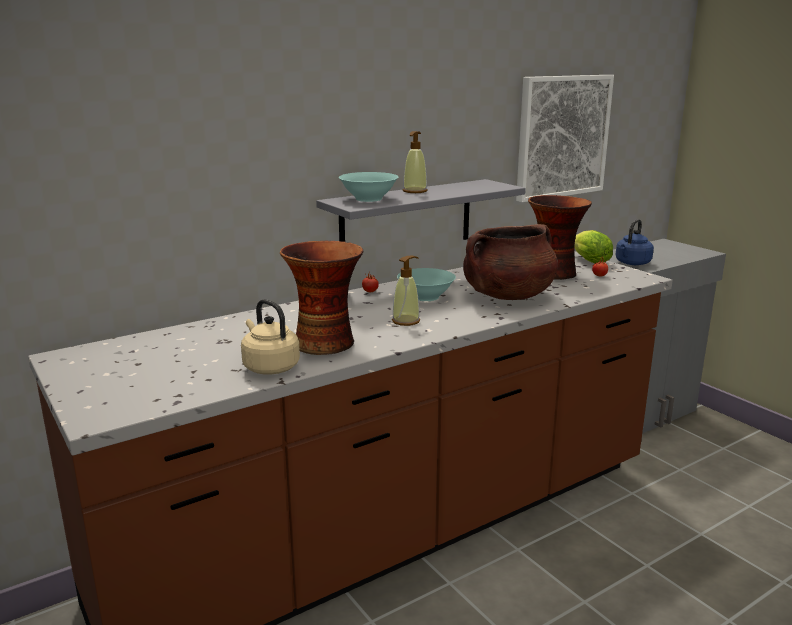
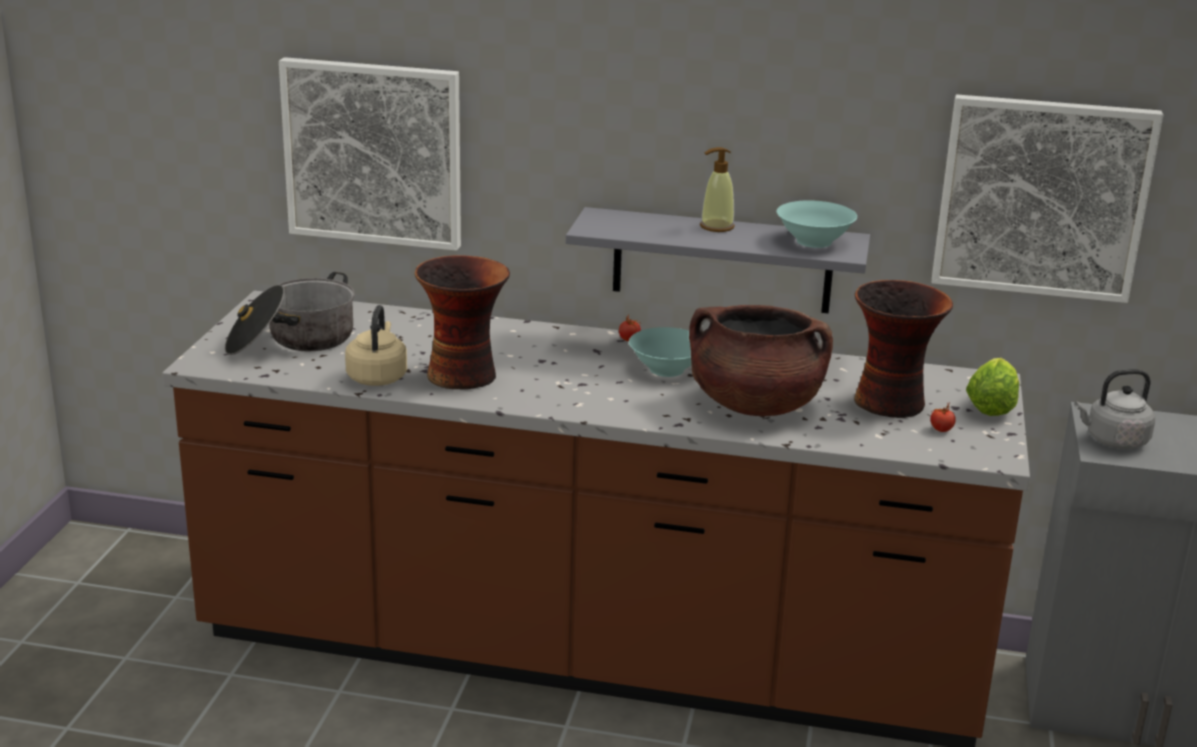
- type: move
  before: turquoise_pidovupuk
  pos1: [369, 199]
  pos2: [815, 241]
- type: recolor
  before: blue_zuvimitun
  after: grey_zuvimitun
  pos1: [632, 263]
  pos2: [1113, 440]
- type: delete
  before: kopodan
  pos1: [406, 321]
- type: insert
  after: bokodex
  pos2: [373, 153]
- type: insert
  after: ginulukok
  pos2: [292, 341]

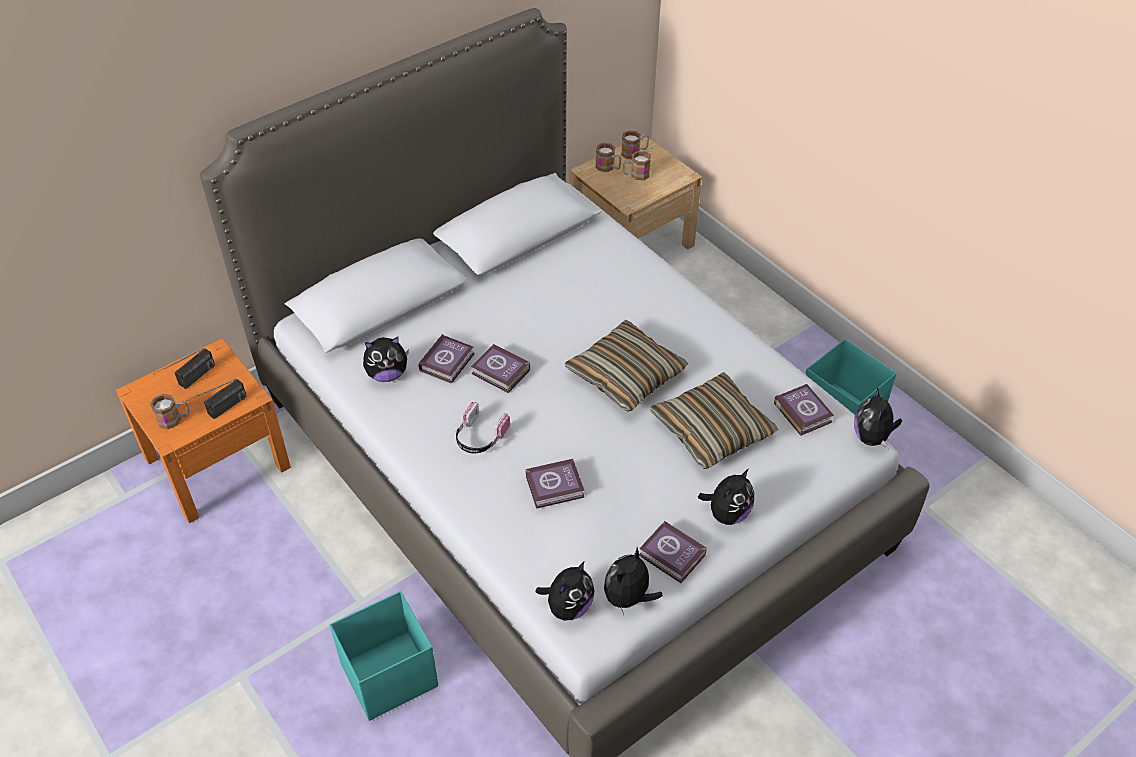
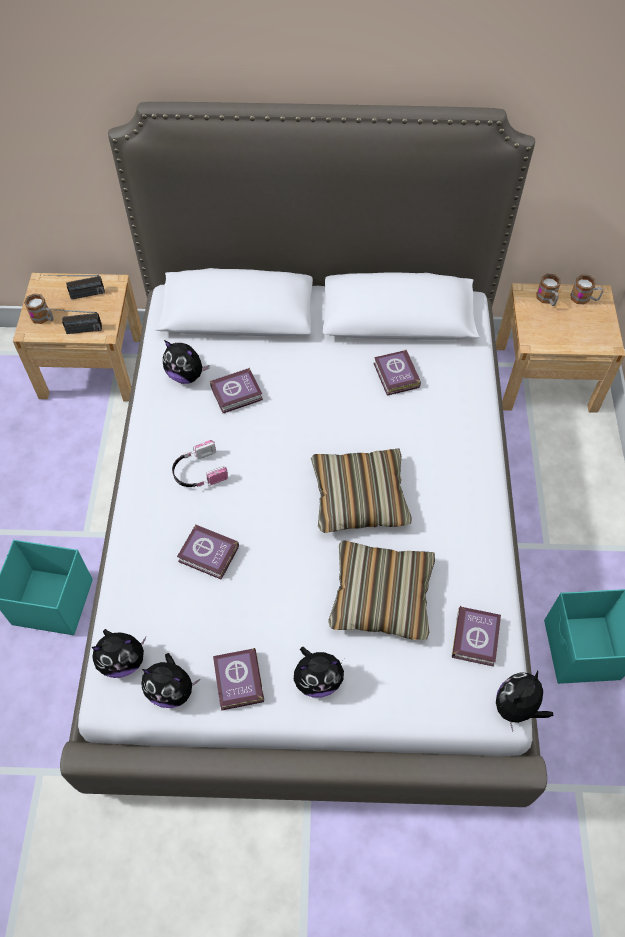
- type: delete
  before: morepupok
  pos1: [636, 175]
- type: recolor
  before: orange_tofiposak
  after: beige_tofiposak
  pos1: [217, 462]
  pos2: [92, 366]
- type: move
  before: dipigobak
  pos1: [501, 373]
  pos2: [395, 376]
- type: rotate
  before: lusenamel
  pos1: [628, 598]
  pos2: [171, 690]
  turn: -150

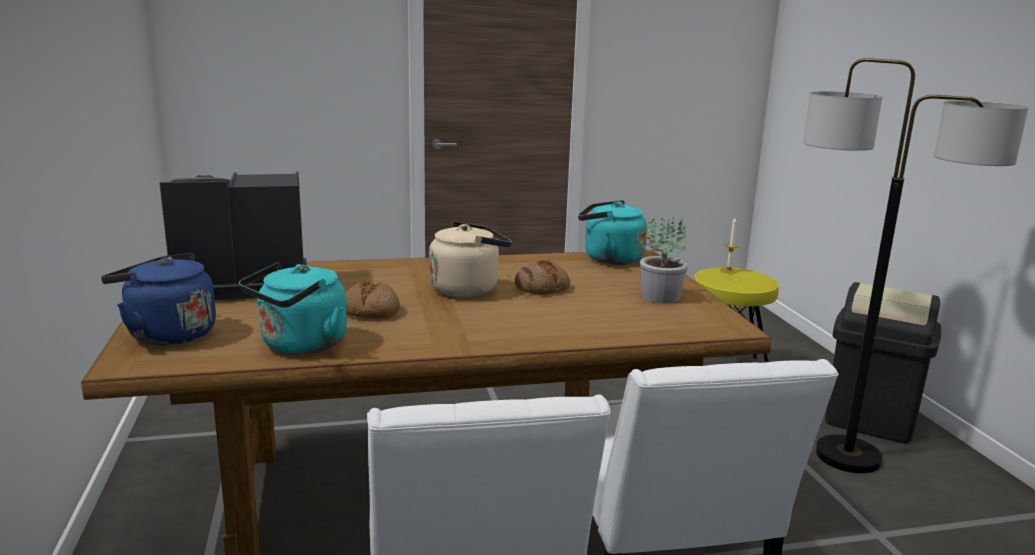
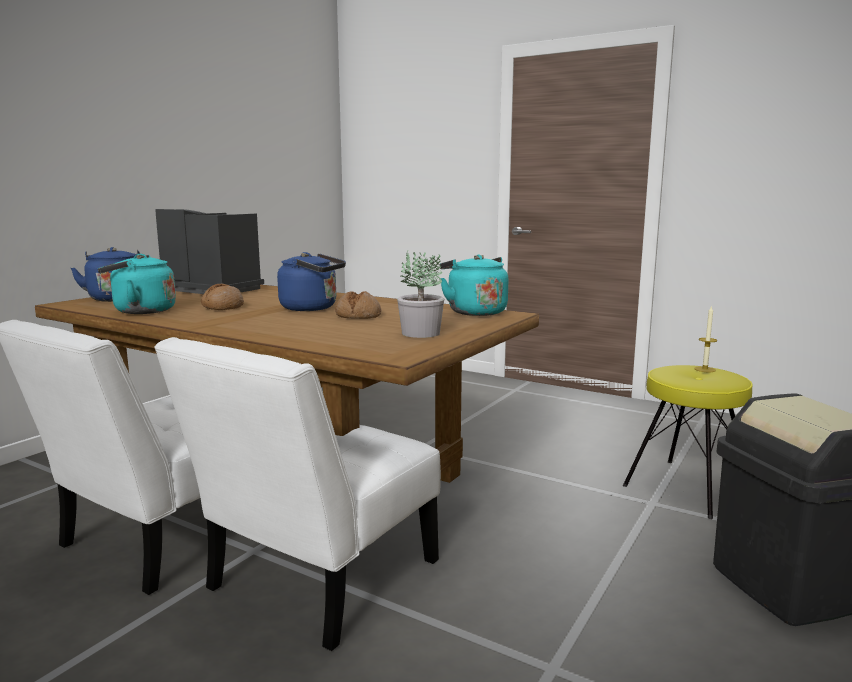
- type: delete
  before: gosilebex
  pos1: [848, 457]
- type: recolor
  before: beige_zuvimitun
  after: blue_zuvimitun
  pos1: [468, 289]
  pos2: [312, 308]

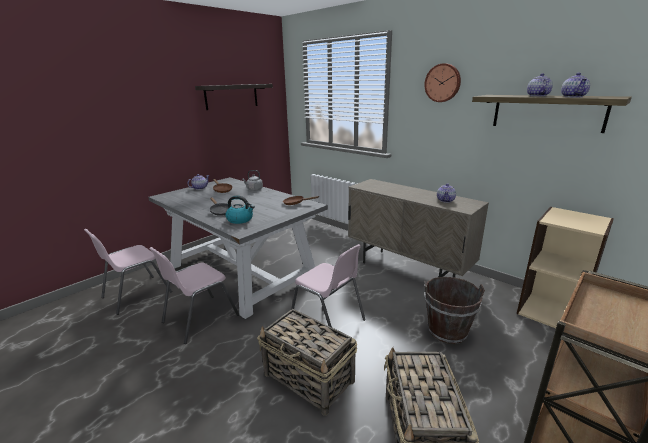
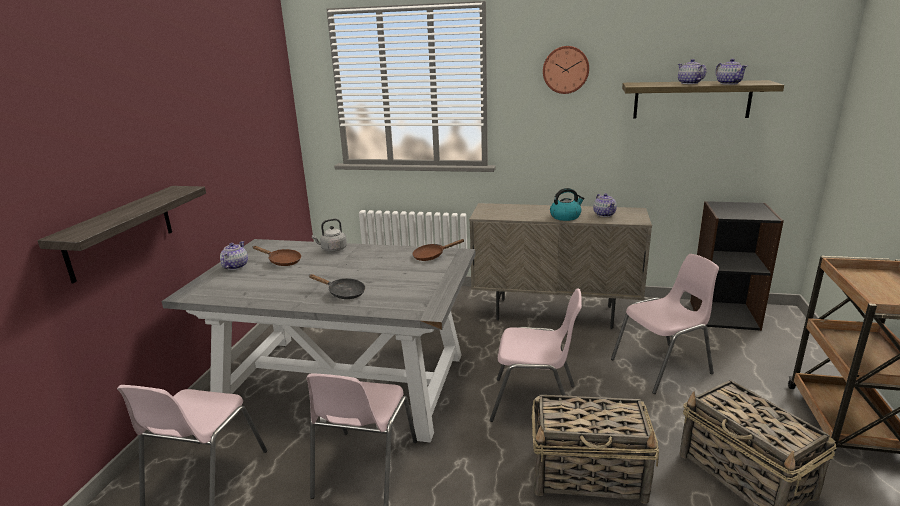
- type: move
  before: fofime
  pos1: [231, 96]
  pos2: [120, 232]
- type: move
  before: zuvimitun
  pos1: [240, 219]
  pos2: [565, 216]
- type: recolor
  before: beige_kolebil
  after: black_kolebil
  pos1: [551, 312]
  pos2: [723, 314]
- type: replace
  before: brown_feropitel
  after: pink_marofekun
  pos1: [447, 331]
  pos2: [663, 367]

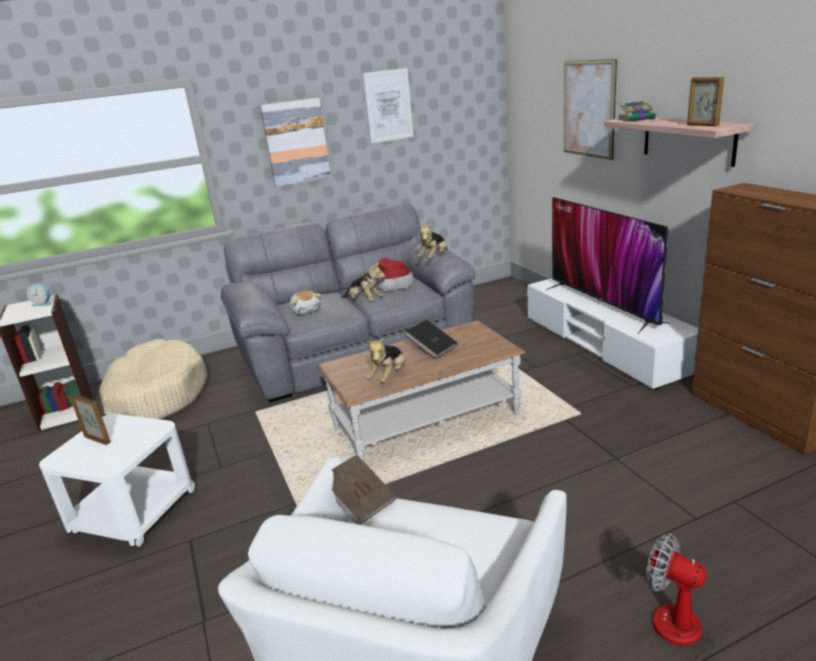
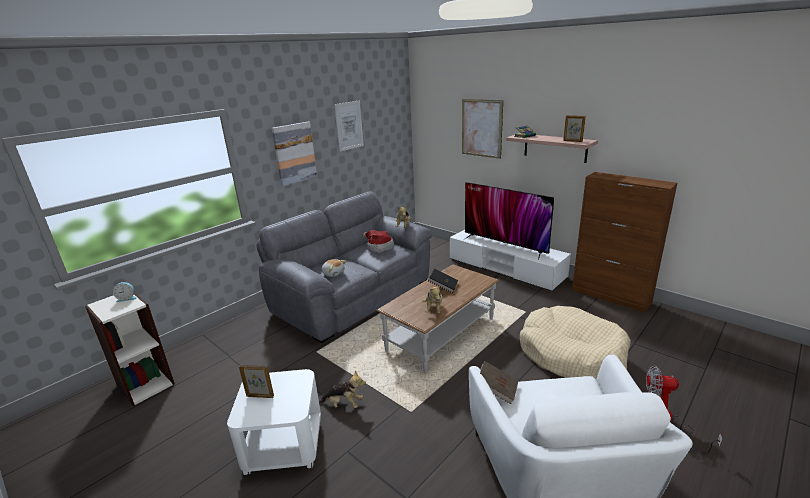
- type: move
  before: lusenamel
  pos1: [364, 301]
  pos2: [344, 404]
- type: move
  before: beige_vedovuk
  pos1: [156, 396]
  pos2: [571, 354]

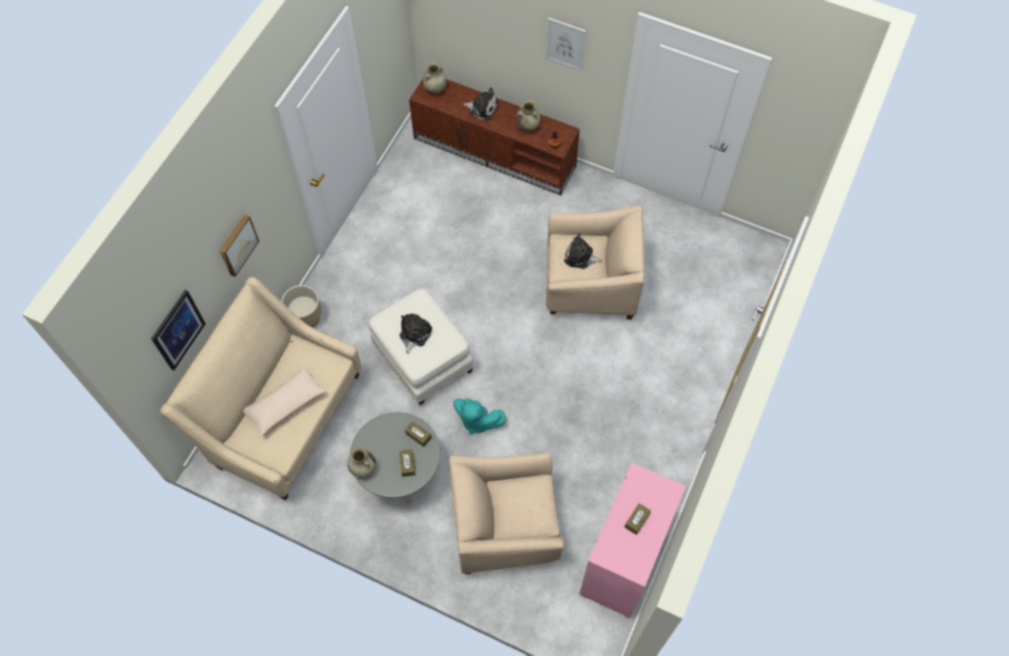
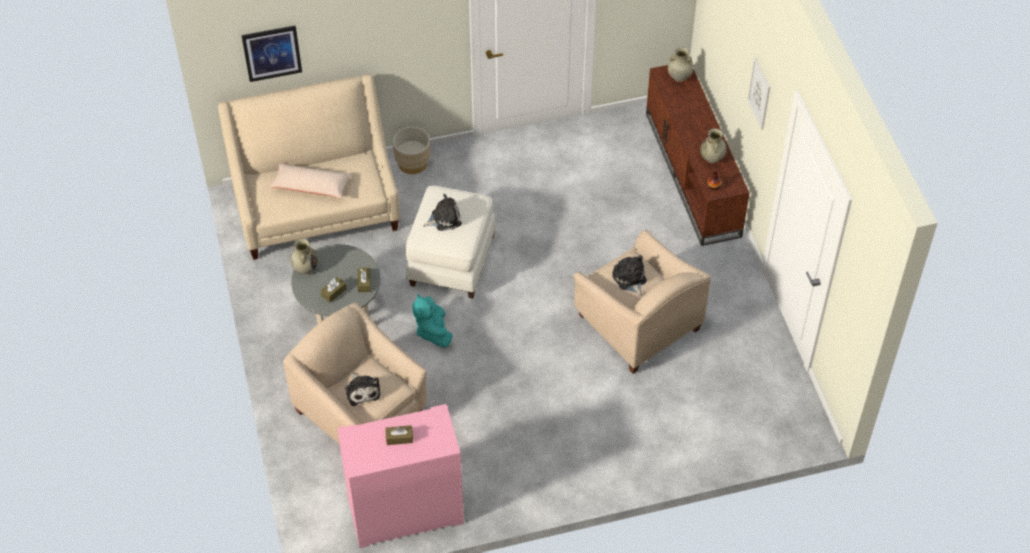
- type: move
  before: lusenamel
  pos1: [482, 108]
  pos2: [362, 391]
- type: delete
  before: bokodex
  pos1: [237, 244]

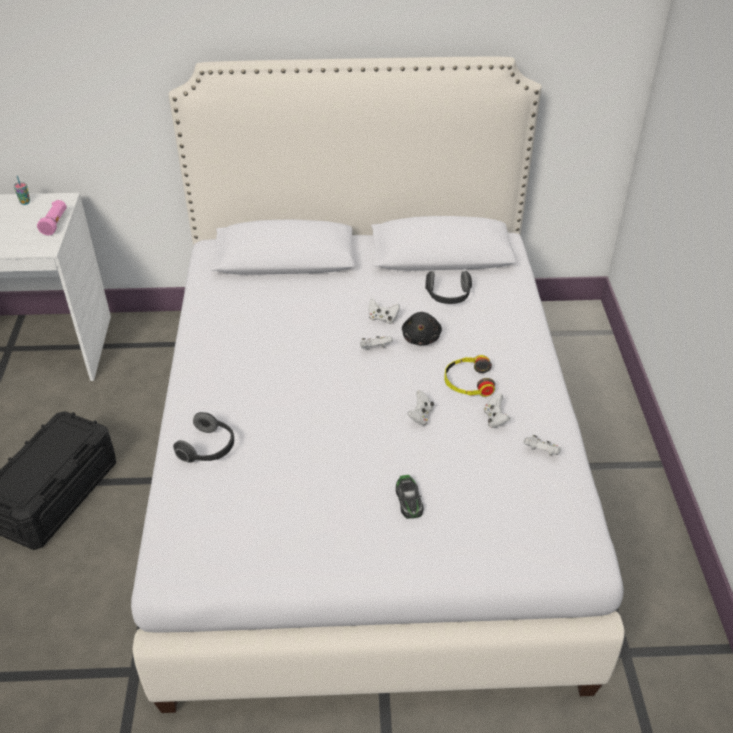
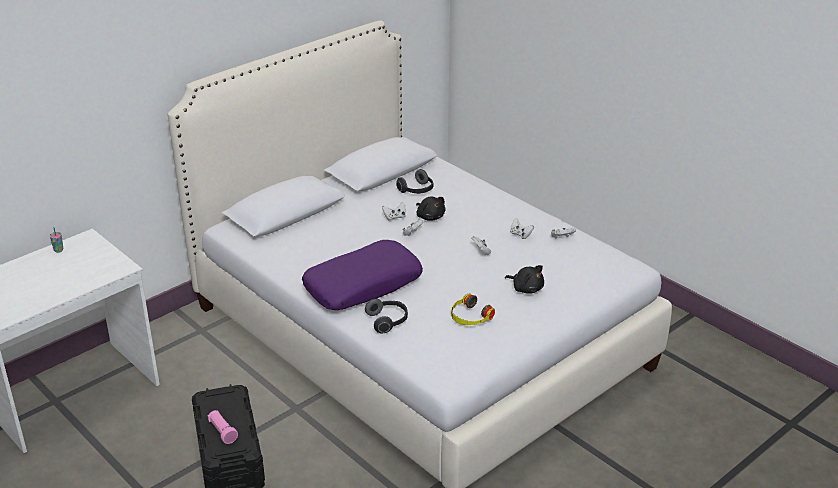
- type: move
  before: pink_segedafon
  pos1: [55, 223]
  pos2: [222, 432]
- type: move
  before: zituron
  pos1: [468, 382]
  pos2: [470, 317]
- type: replace
  before: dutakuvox
  after: black_lusenamel
  pos1: [408, 500]
  pos2: [526, 288]
- type: insert
  after: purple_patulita
  pos2: [363, 285]

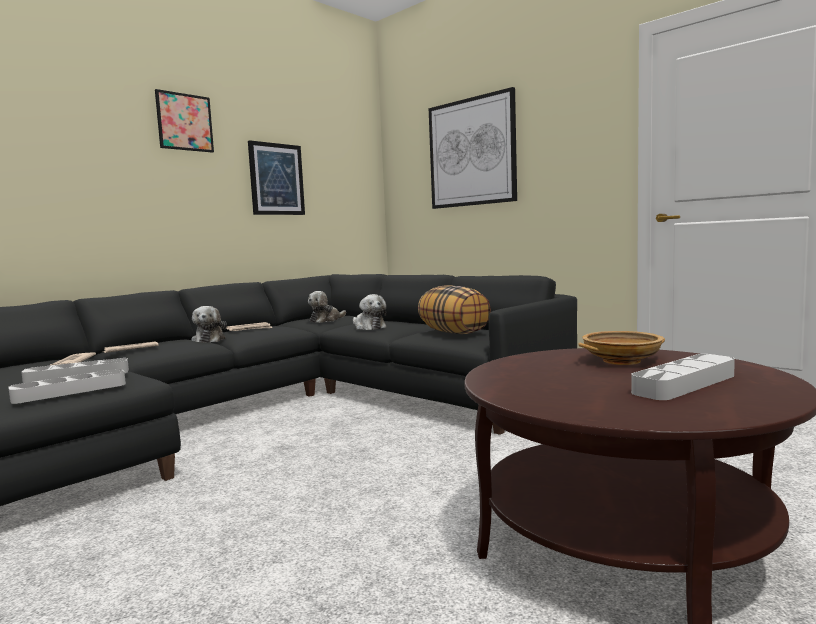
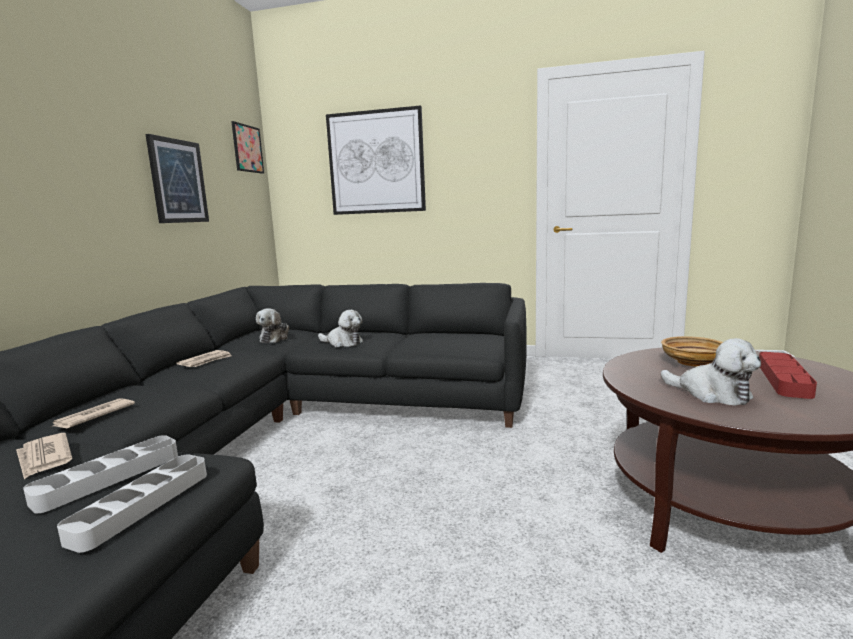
- type: move
  before: bokodex
  pos1: [184, 122]
  pos2: [247, 148]
- type: delete
  before: patulita
  pos1: [454, 333]
- type: move
  before: lusenamel
  pos1: [209, 339]
  pos2: [711, 394]
- type: recolor
  before: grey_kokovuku
  after: red_kokovuku
  pos1: [684, 384]
  pos2: [783, 379]

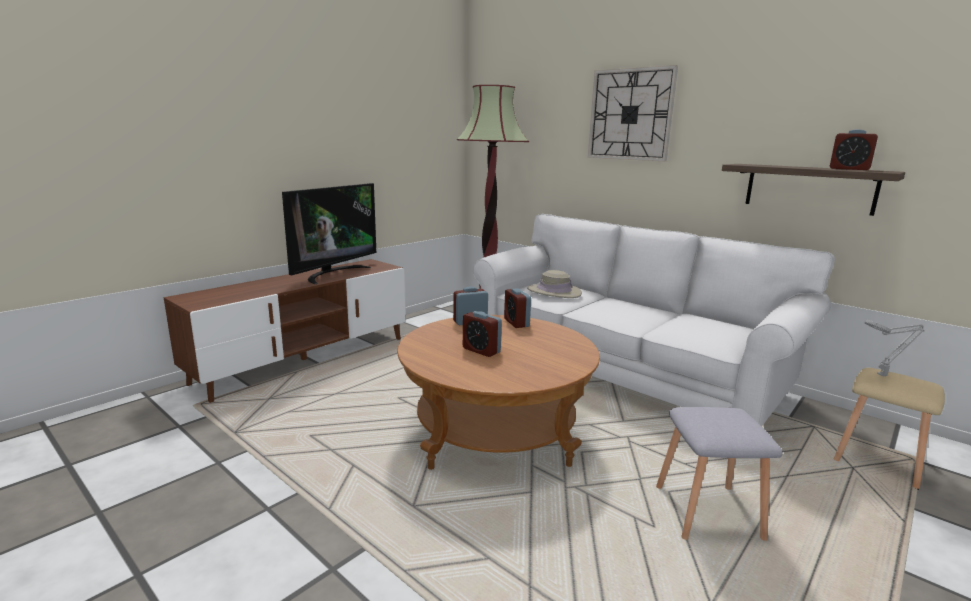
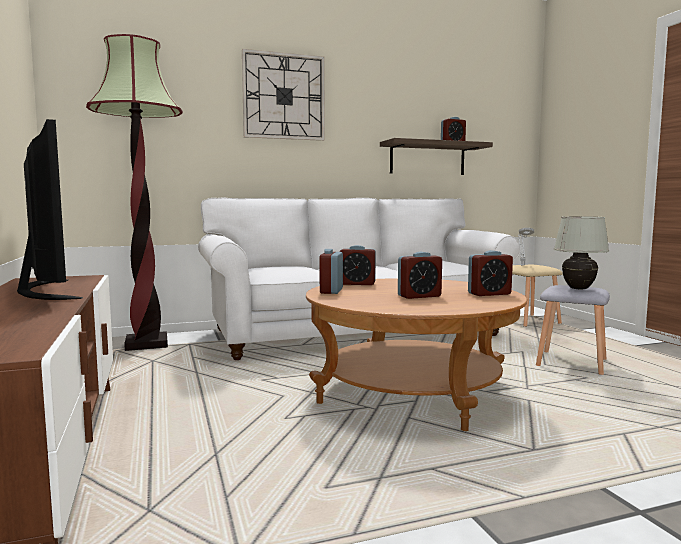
- type: delete
  before: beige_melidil
  pos1: [554, 292]
- type: insert
  after: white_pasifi
  pos2: [578, 289]
- type: insert
  after: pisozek
  pos2: [489, 294]

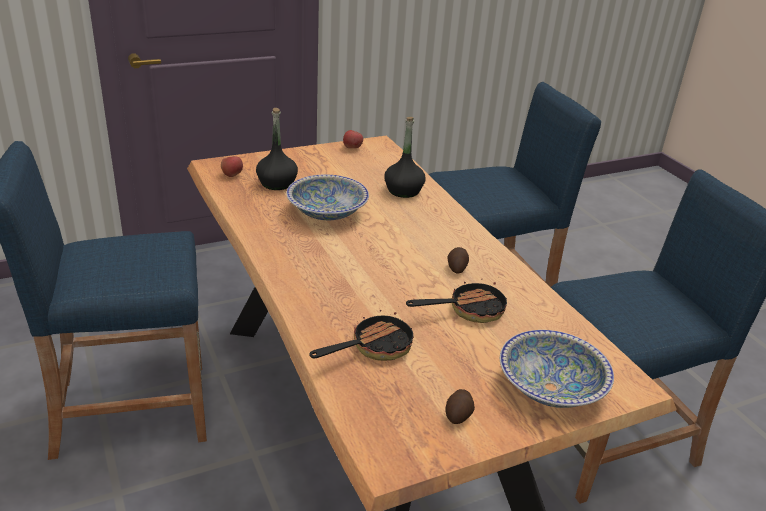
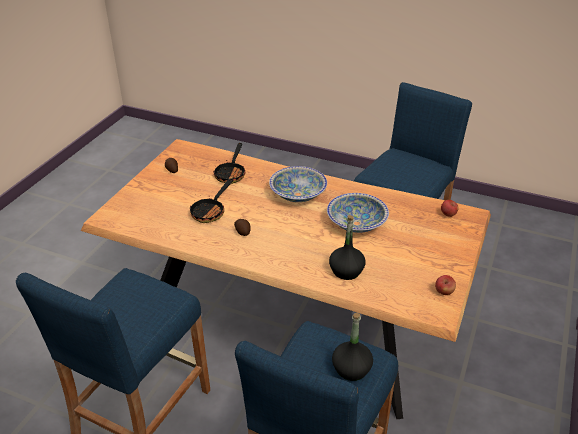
- type: move
  before: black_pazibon
  pos1: [277, 183]
  pos2: [351, 369]
- type: move
  before: pidovupuk
  pos1: [551, 387]
  pos2: [297, 194]

